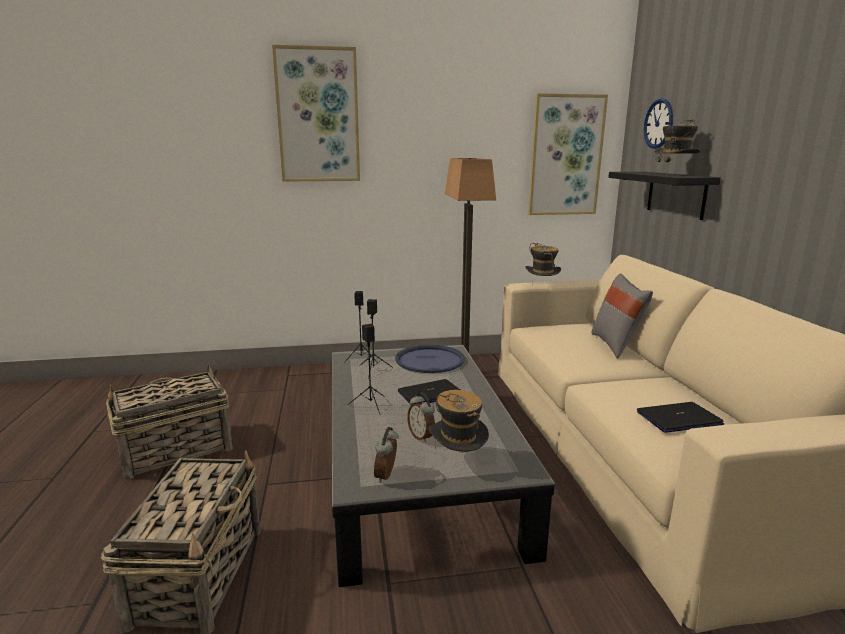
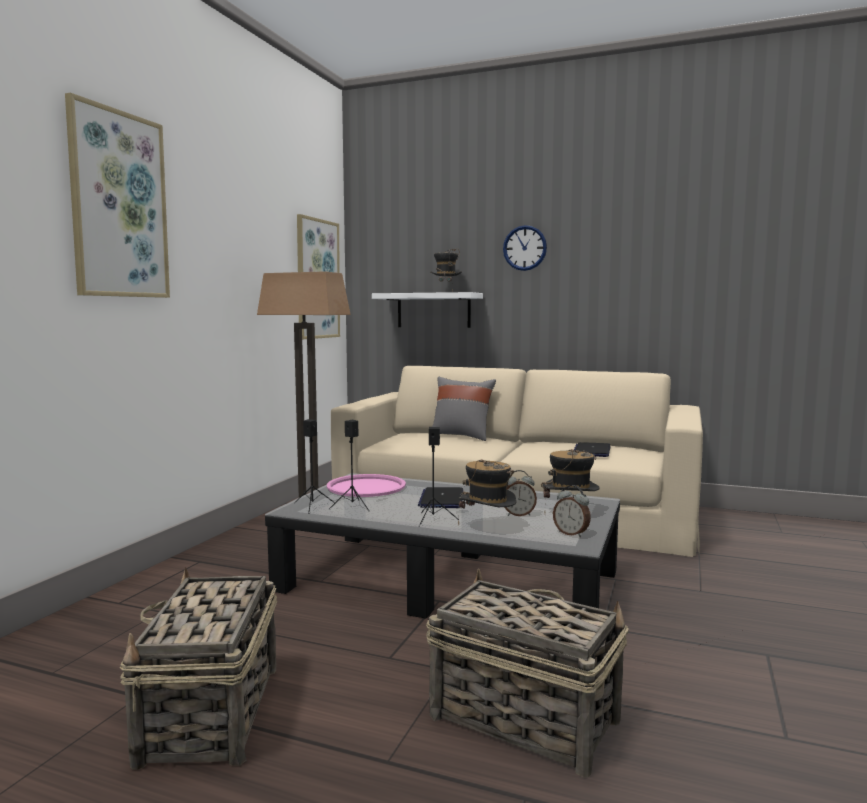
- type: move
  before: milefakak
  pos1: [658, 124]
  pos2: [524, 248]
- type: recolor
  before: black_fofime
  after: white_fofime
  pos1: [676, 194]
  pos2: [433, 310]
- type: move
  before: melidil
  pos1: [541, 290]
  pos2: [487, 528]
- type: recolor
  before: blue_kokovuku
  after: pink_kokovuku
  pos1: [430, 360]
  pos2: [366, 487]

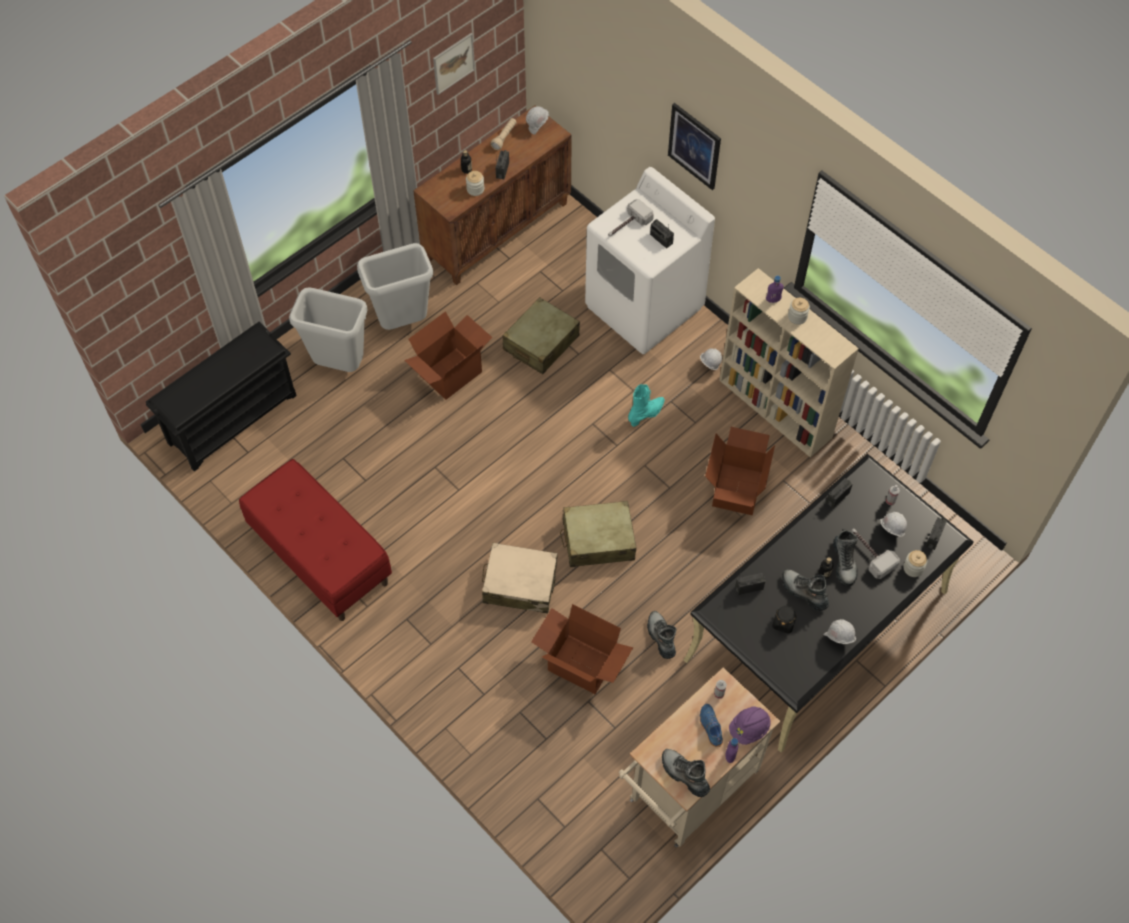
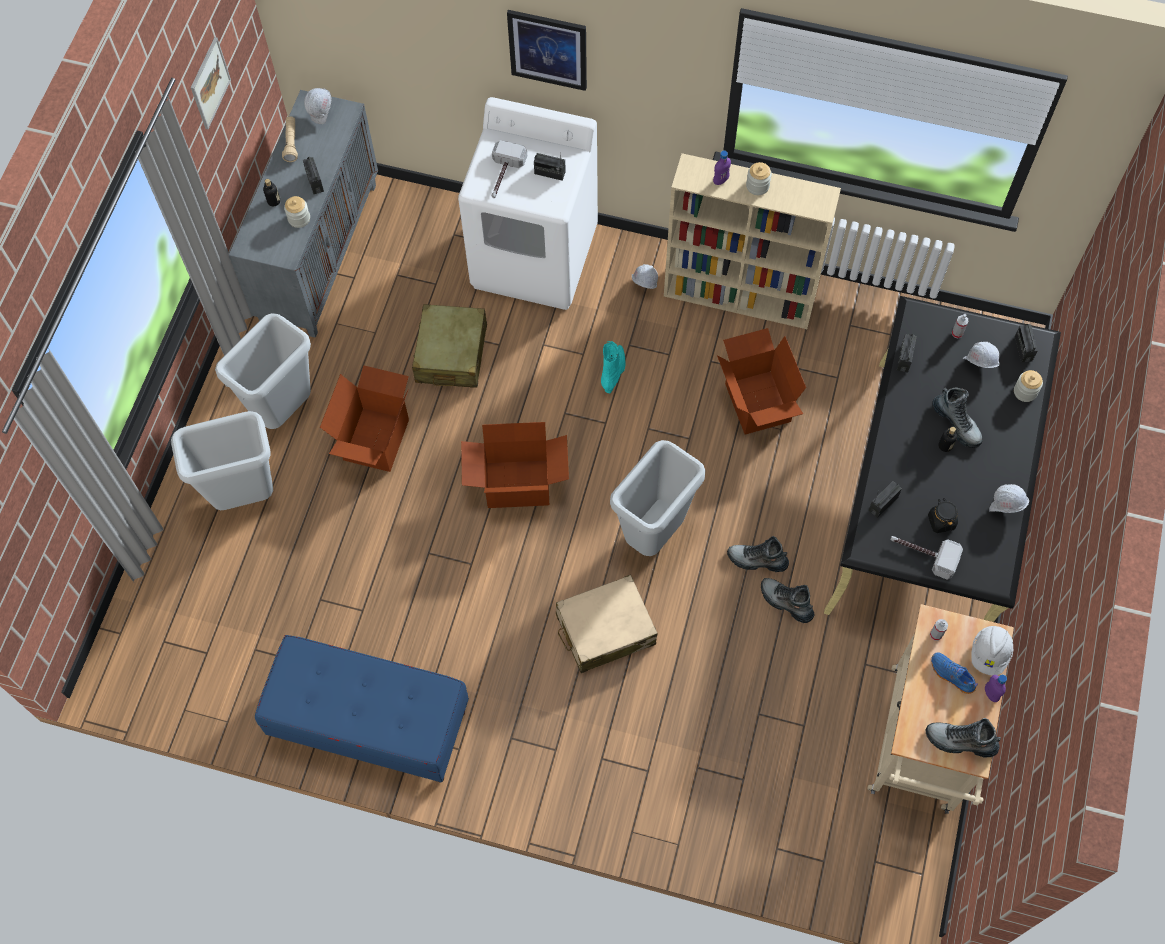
- type: recolor
  before: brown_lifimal
  after: grey_lifimal
  pos1: [497, 230]
  pos2: [319, 252]
- type: delete
  before: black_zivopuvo
  pos1: [233, 418]
- type: recolor
  before: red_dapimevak
  after: blue_dapimevak
  pos1: [320, 557]
  pos2: [370, 724]
- type: replace
  before: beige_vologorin
  after: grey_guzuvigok
  pos1: [598, 540]
  pos2: [654, 536]
- type: move
  before: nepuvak
  pos1: [870, 553]
  pos2: [922, 554]
- type: move
  before: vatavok
  pos1: [804, 592]
  pos2: [757, 560]
- type: move
  before: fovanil
  pos1: [581, 665]
  pos2: [517, 485]
- type: recolor
  before: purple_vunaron
  after: white_vunaron
  pos1: [749, 728]
  pos2: [989, 653]

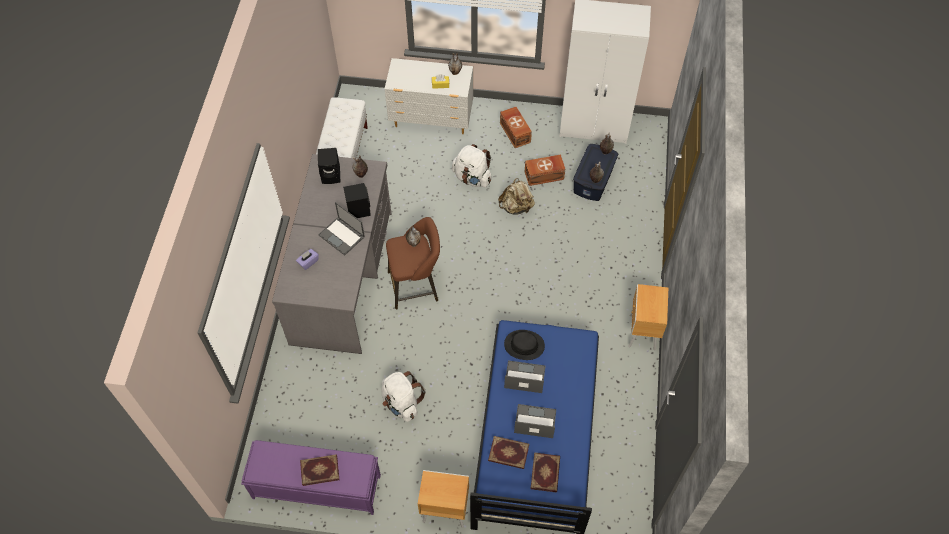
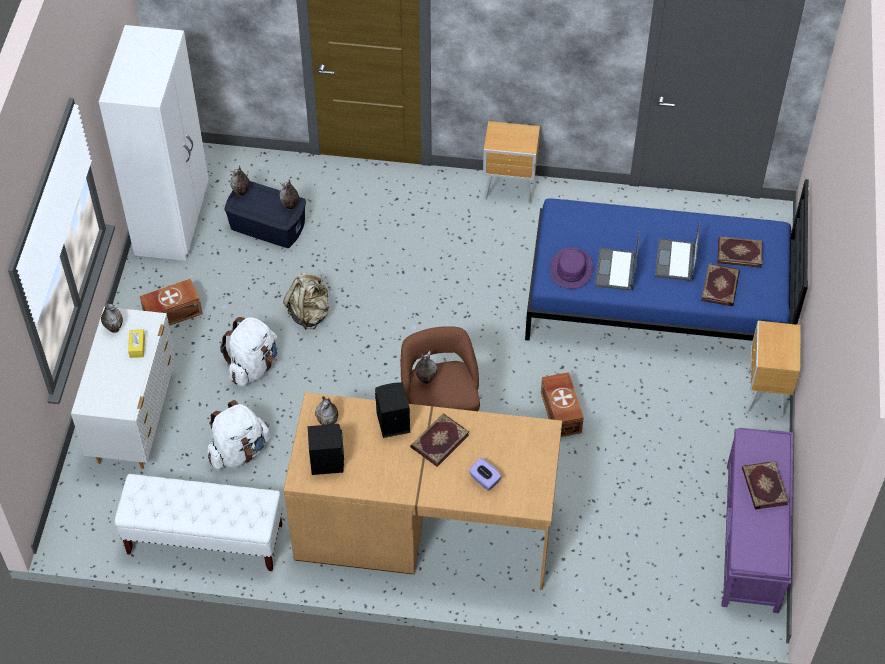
- type: recolor
  before: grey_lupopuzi
  after: brown_lupopuzi
  pos1: [343, 277]
  pos2: [425, 525]
- type: move
  before: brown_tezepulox
  pos1: [544, 176]
  pos2: [561, 411]
- type: replace
  before: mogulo
  after: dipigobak
  pos1: [342, 236]
  pos2: [439, 440]
- type: recolor
  before: black_melidil
  after: purple_melidil
  pos1: [524, 345]
  pos2: [571, 269]
- type: move
  before: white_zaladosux
  pos1: [401, 403]
  pos2: [239, 452]

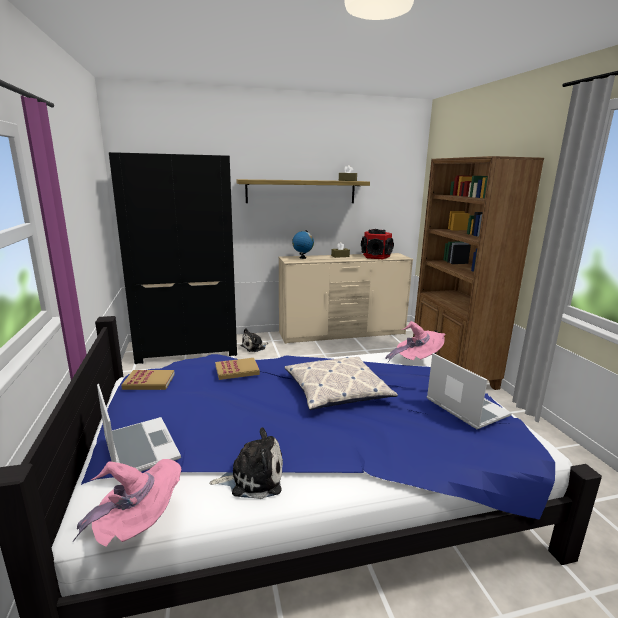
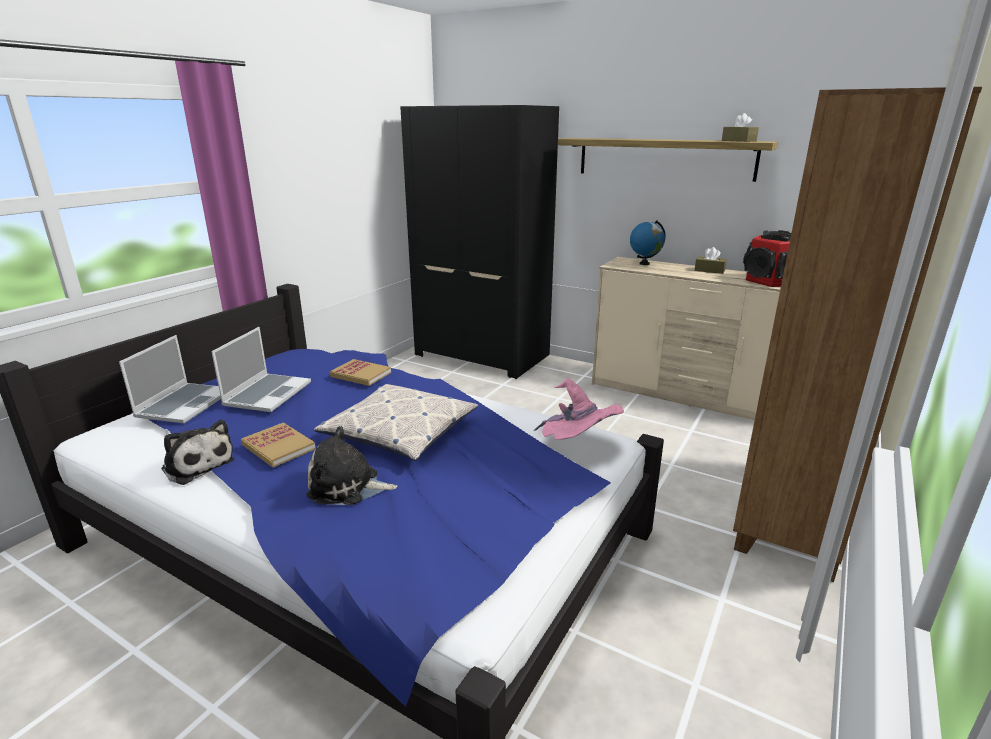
- type: move
  before: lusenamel
  pos1: [254, 347]
  pos2: [348, 487]
- type: move
  before: mogulo
  pos1: [465, 407]
  pos2: [267, 394]
- type: move
  before: dipigobak
  pos1: [149, 382]
  pos2: [278, 447]
- type: delete
  before: pink_melidil
  pos1: [139, 525]

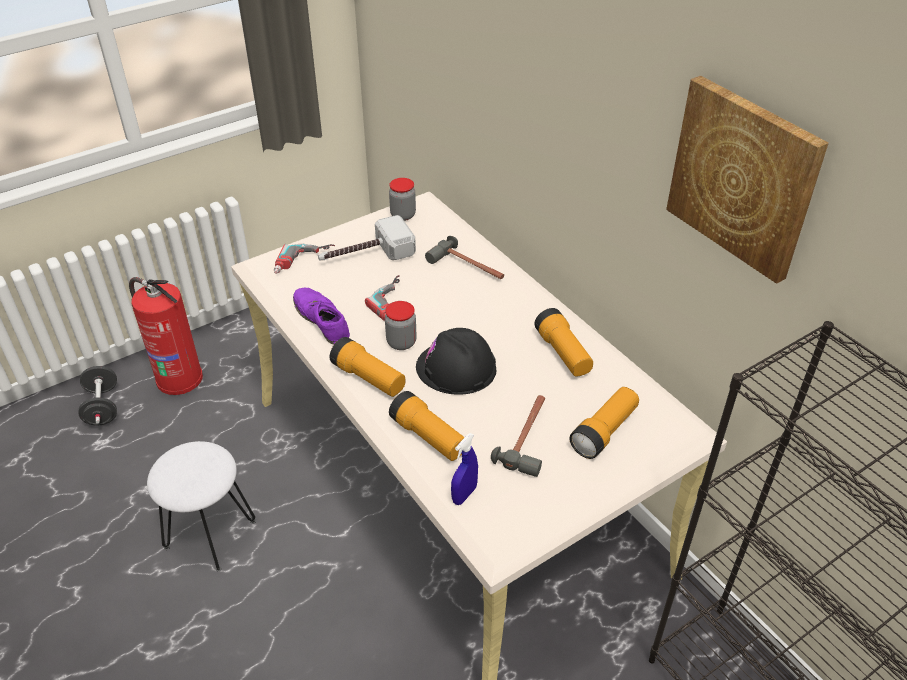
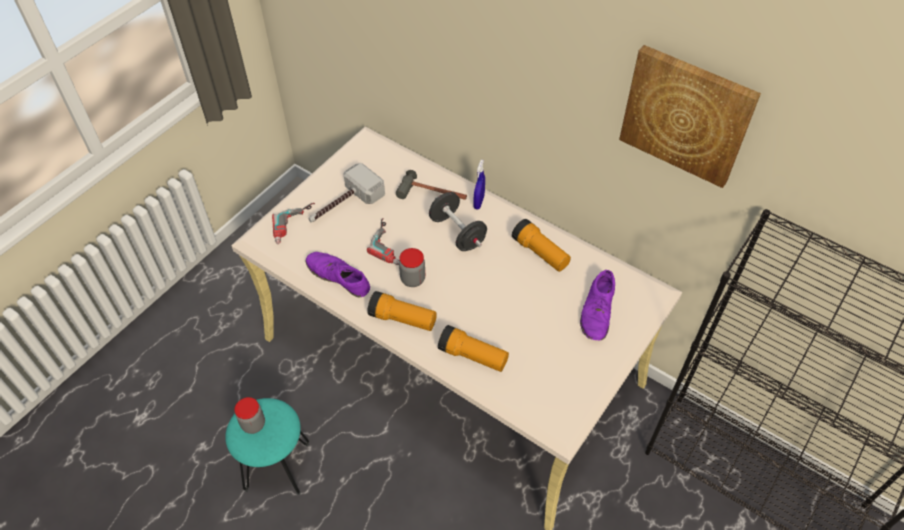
- type: move
  before: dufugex
  pos1: [403, 215]
  pos2: [253, 424]
- type: delete
  before: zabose
  pos1: [178, 378]
- type: delete
  before: black_vunaron
  pos1: [456, 368]
- type: move
  before: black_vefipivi
  pos1: [102, 407]
  pos2: [457, 232]
- type: replace
  before: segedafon
  after: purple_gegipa
  pos1: [604, 431]
  pos2: [597, 311]
- type: delete
  before: nepuvak
  pos1: [528, 437]
- type: move
  before: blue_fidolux
  pos1: [464, 495]
  pos2: [478, 202]
- type: recolor
  before: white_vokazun
  after: turquoise_vokazun
  pos1: [209, 534]
  pos2: [276, 466]

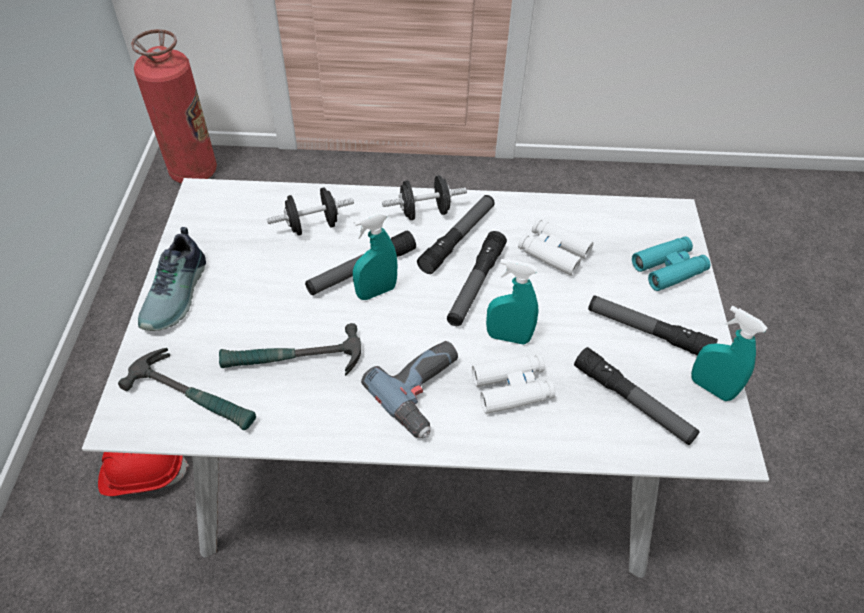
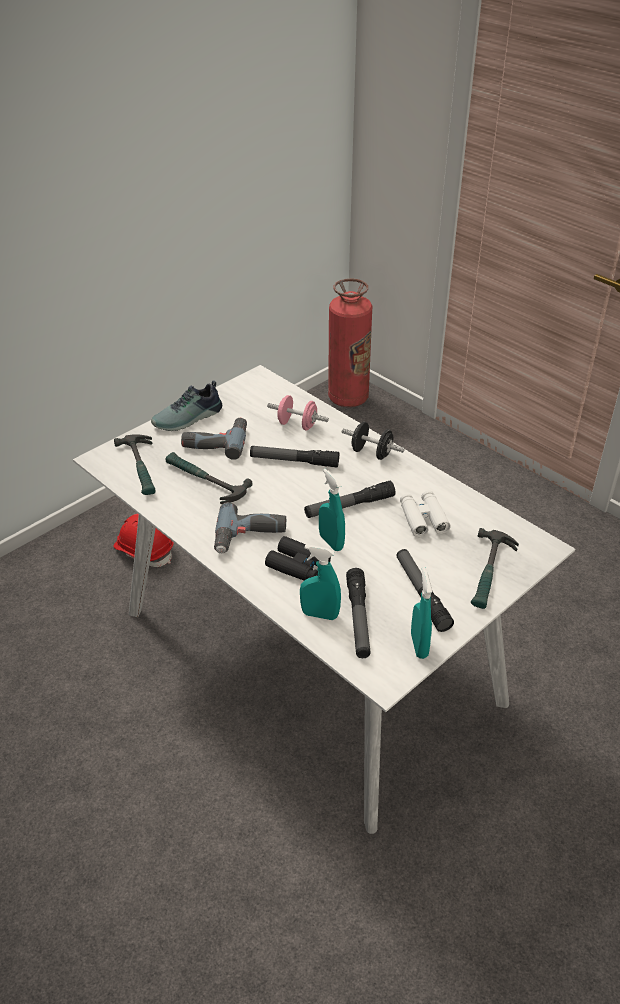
- type: recolor
  before: black_vefipivi
  after: pink_vefipivi
  pos1: [313, 226]
  pos2: [297, 425]
- type: delete
  before: segedafon
  pos1: [457, 239]
- type: move
  before: turquoise_fidolux
  pos1: [376, 292]
  pos2: [320, 614]
- type: replace
  before: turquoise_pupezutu
  after: nepuvak
  pos1: [668, 269]
  pos2: [490, 573]
- type: recolor
  before: white_pupezutu
  after: black_pupezutu
  pos1: [512, 388]
  pos2: [298, 566]
- type: insert
  after: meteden
  pos2: [216, 441]

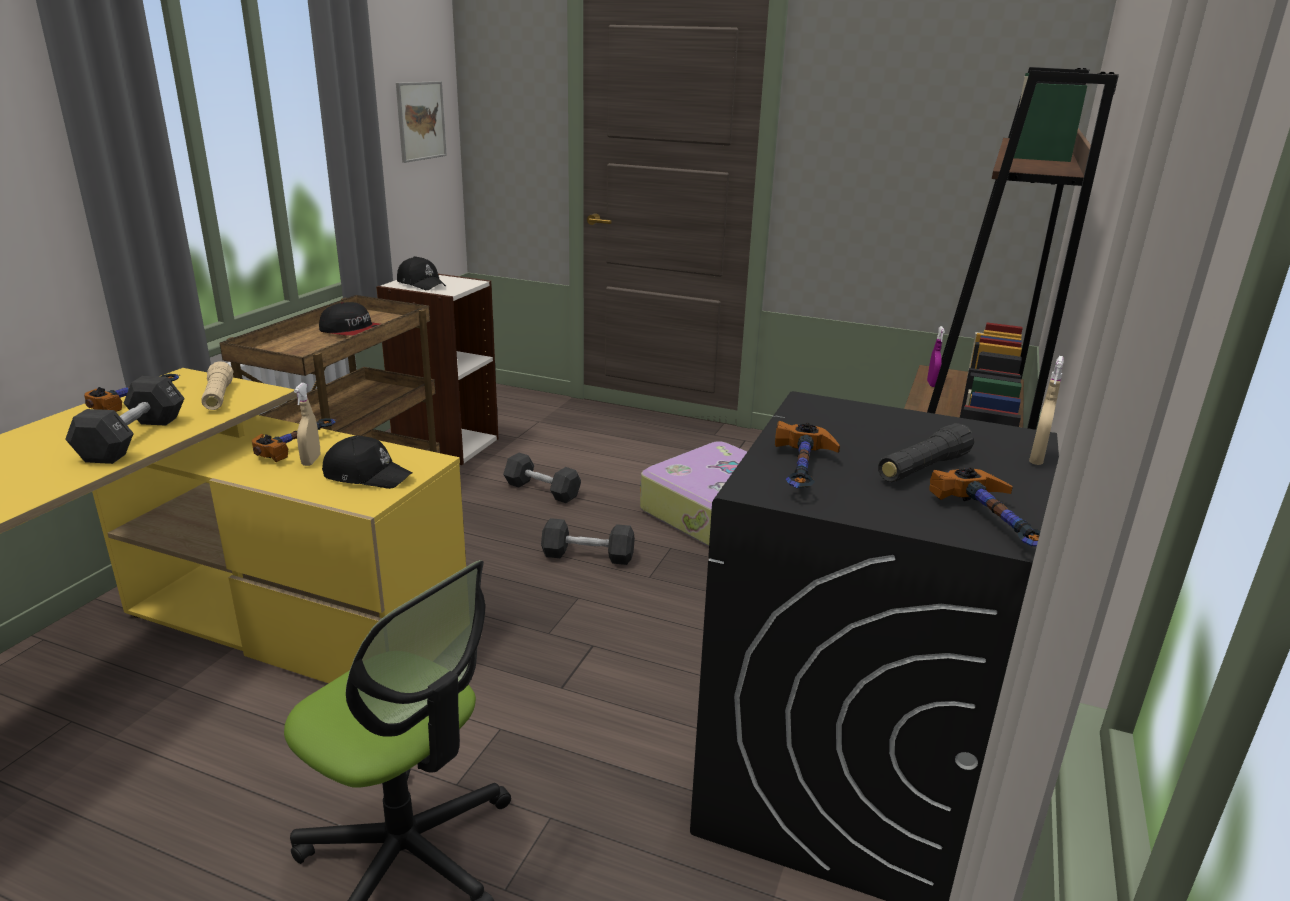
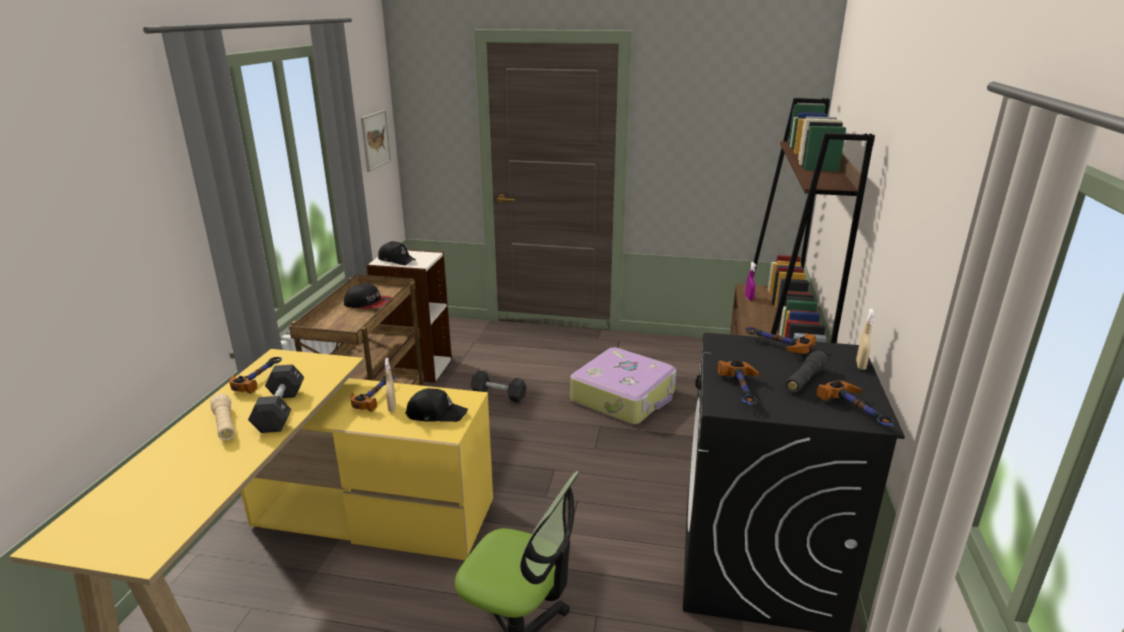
- type: move
  before: beige_segedafon
  pos1: [218, 397]
  pos2: [225, 425]
- type: delete
  before: black_vefipivi
  pos1: [588, 555]
- type: insert
  after: nepuvak
  pos2: [775, 346]

